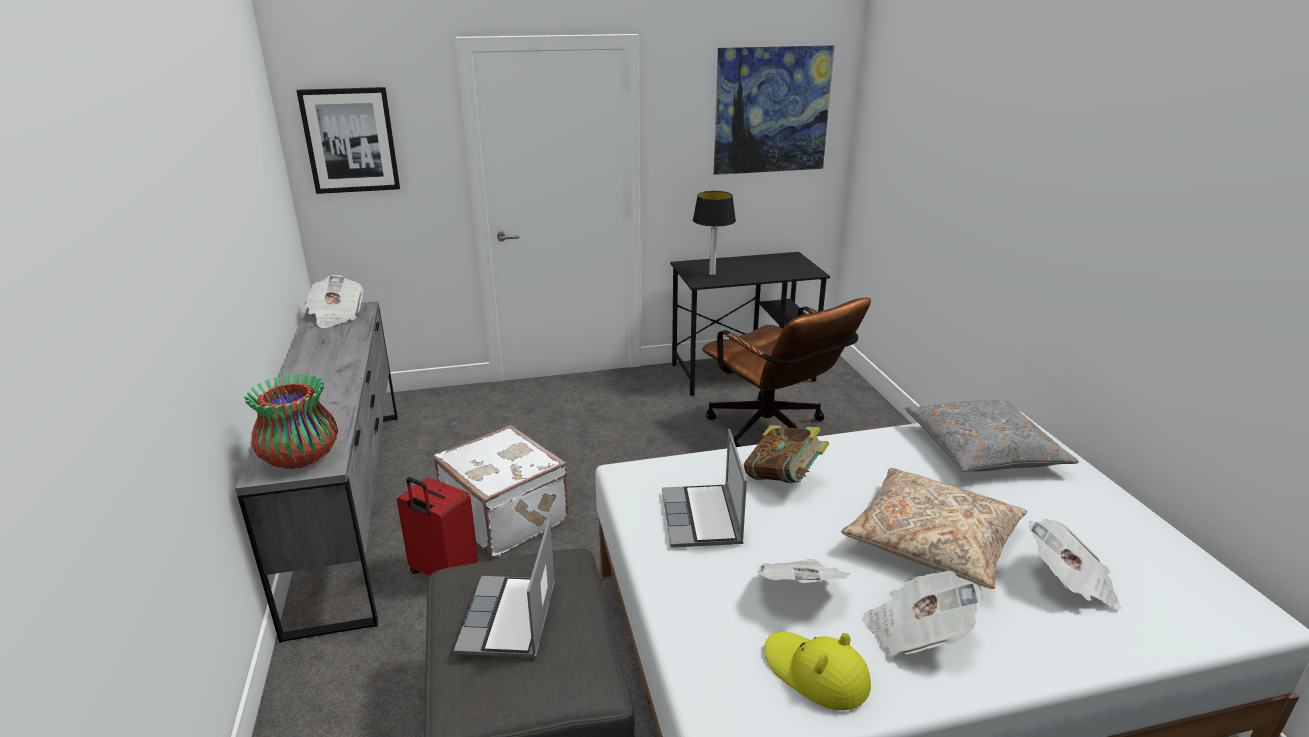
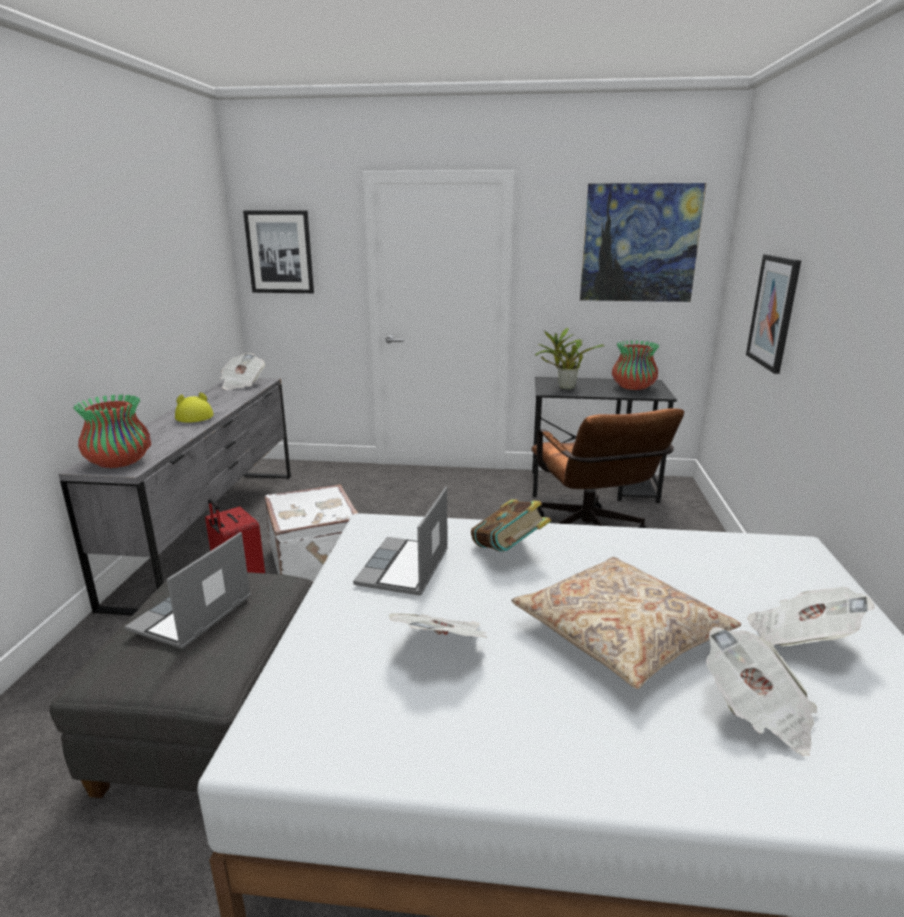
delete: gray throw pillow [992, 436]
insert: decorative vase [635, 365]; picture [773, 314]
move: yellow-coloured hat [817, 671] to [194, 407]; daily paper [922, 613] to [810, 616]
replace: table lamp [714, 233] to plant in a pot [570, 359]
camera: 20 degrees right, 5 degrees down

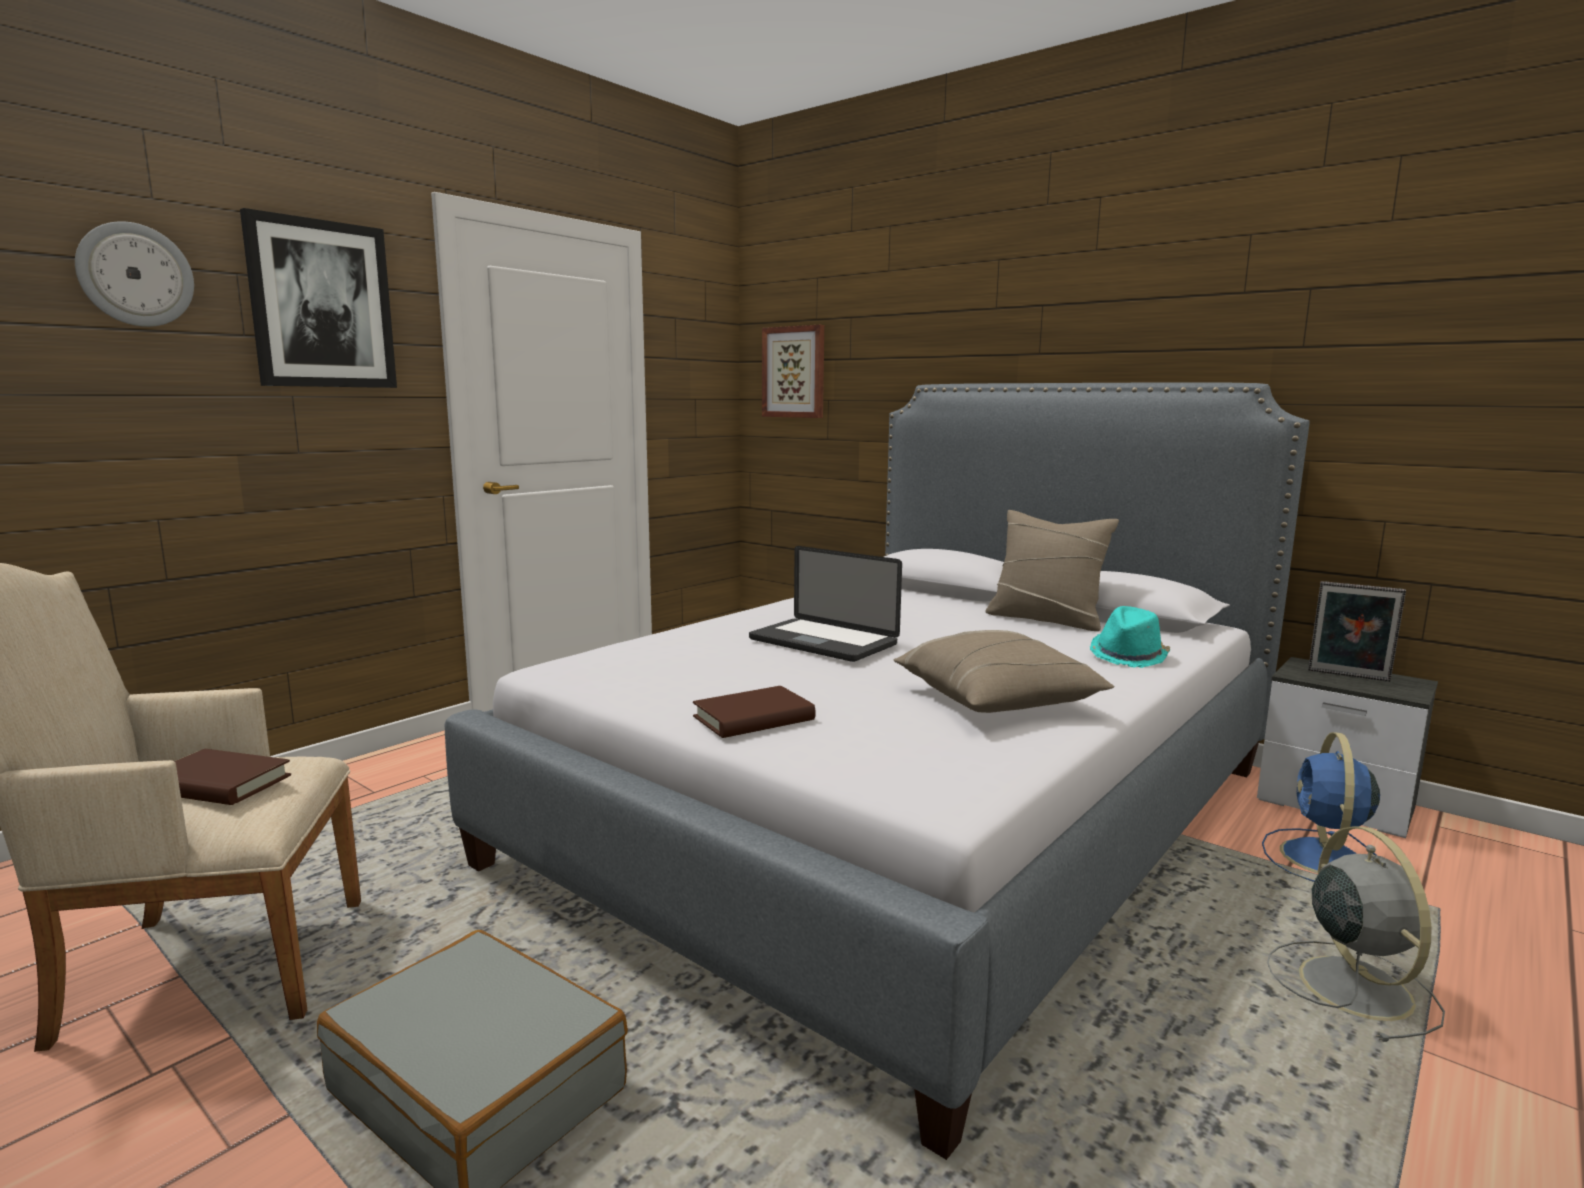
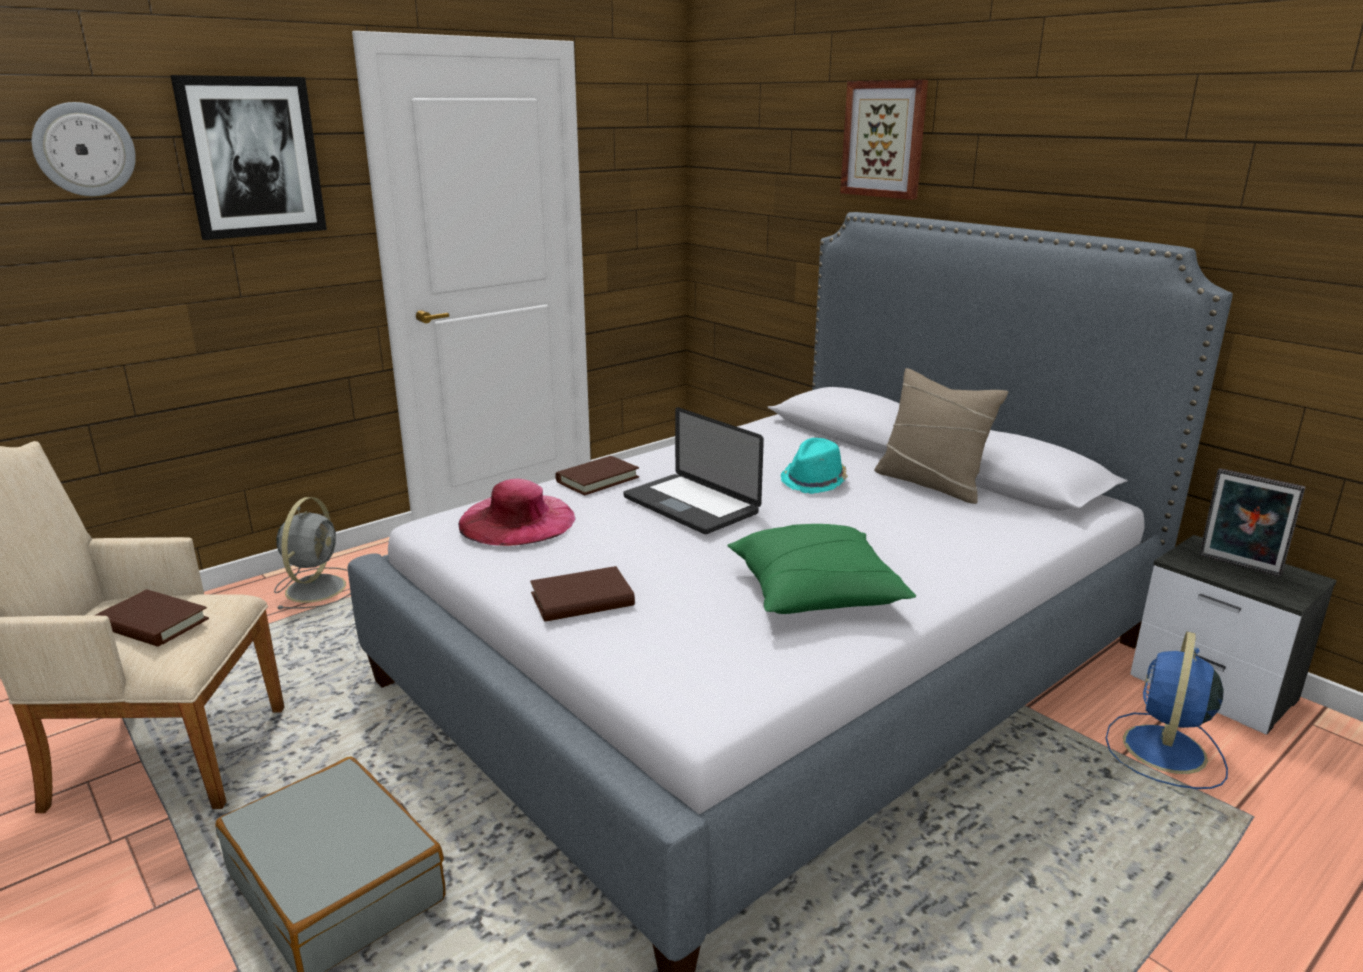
insert: pinkish hat [517, 512]; brown-coloured bound book [597, 475]
move: picture [793, 371] to [884, 140]; blue-green hat [1130, 637] to [814, 466]; gray cooling fan [1356, 934] to [312, 553]
recolor: sand-coloured throw pillow [1004, 671] to greenish throw pillow [821, 569]
camera: 10 degrees right, 10 degrees up

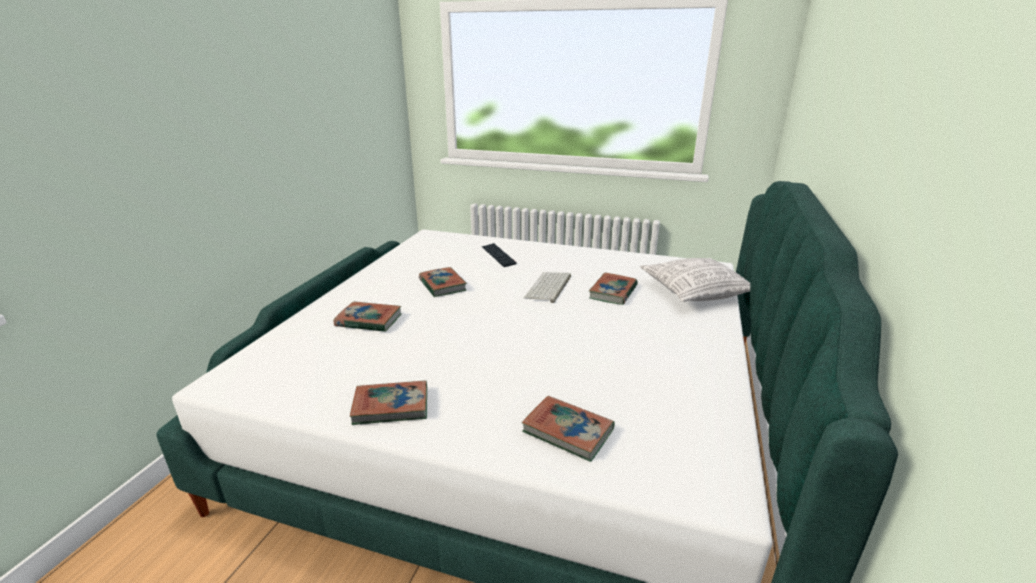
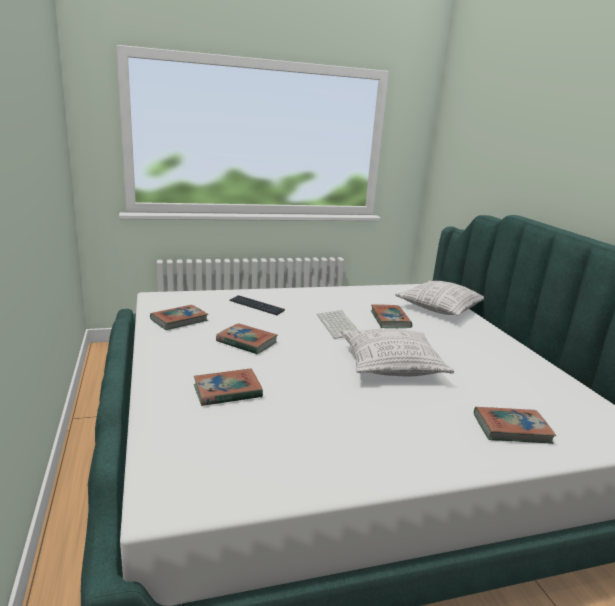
insert: throw pillow [397, 352]
move: bound book [388, 402] to [179, 317]
camera: 35 degrees left, 5 degrees down

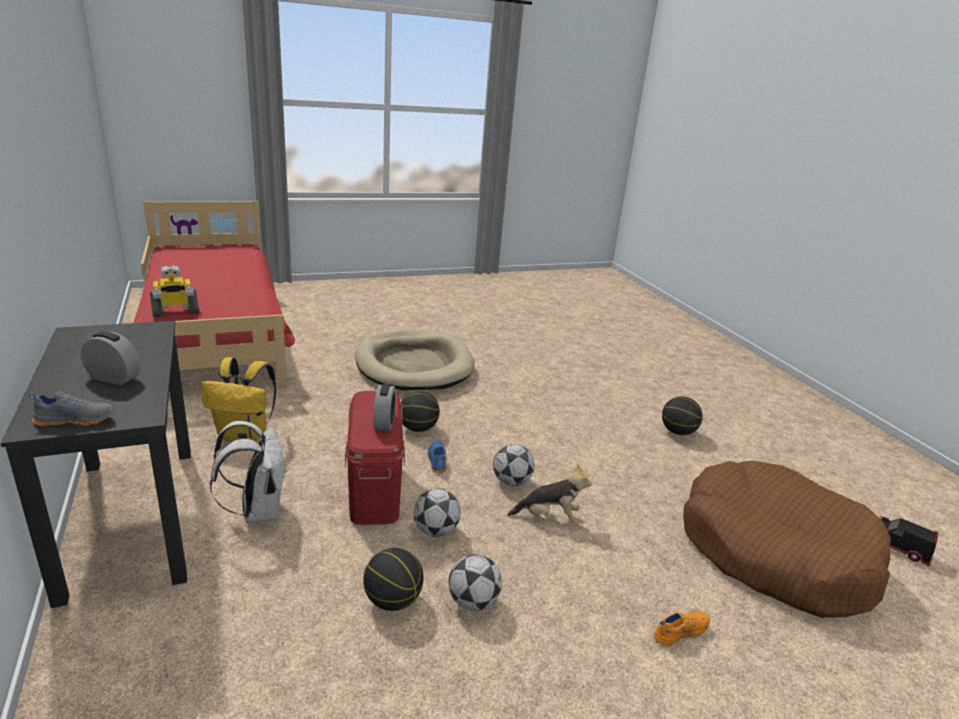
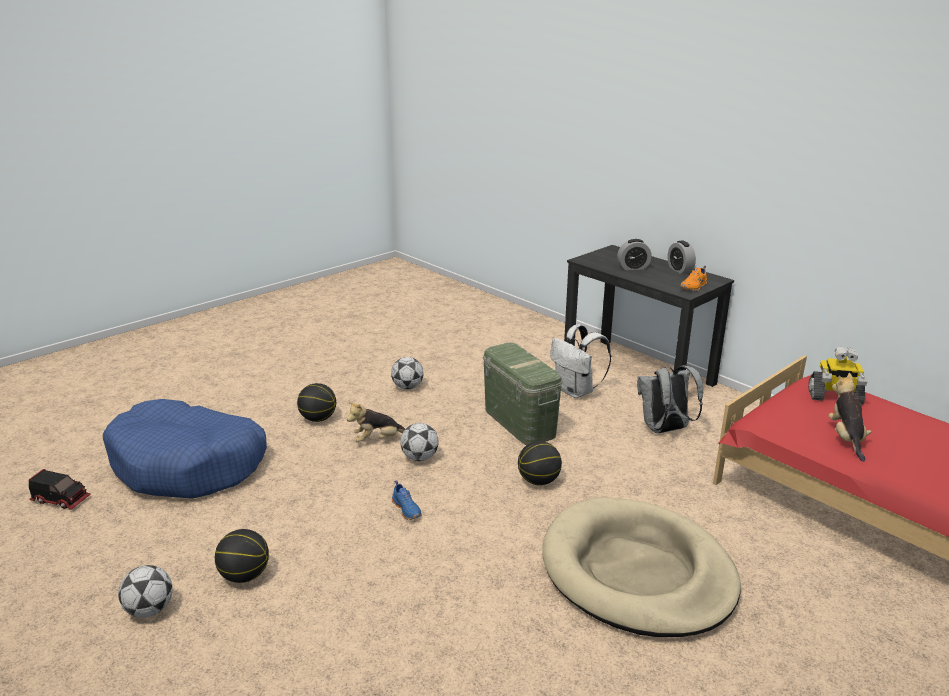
delete: gray item of footwear [71, 408]
insert: plush toy [849, 417]
move: ball for basketball [393, 579] to [316, 402]; bedside clock [384, 407] to [682, 257]; ball for football [437, 512] to [145, 591]; bluish item of footwear [436, 456] to [406, 500]; orangey item of footwear [682, 629] to [693, 278]
recolor: yellow-coloured rucksack [239, 399] to gray rucksack [670, 399]; red-coloured storage bin [375, 458] to greenish storage bin [523, 393]; brown-coloured dog bed [787, 539] to bluish dog bed [185, 449]
rotate: robot figure [174, 291] = [838, 375] 120 degrees counterclockwise
camera: 160 degrees right, 0 degrees up

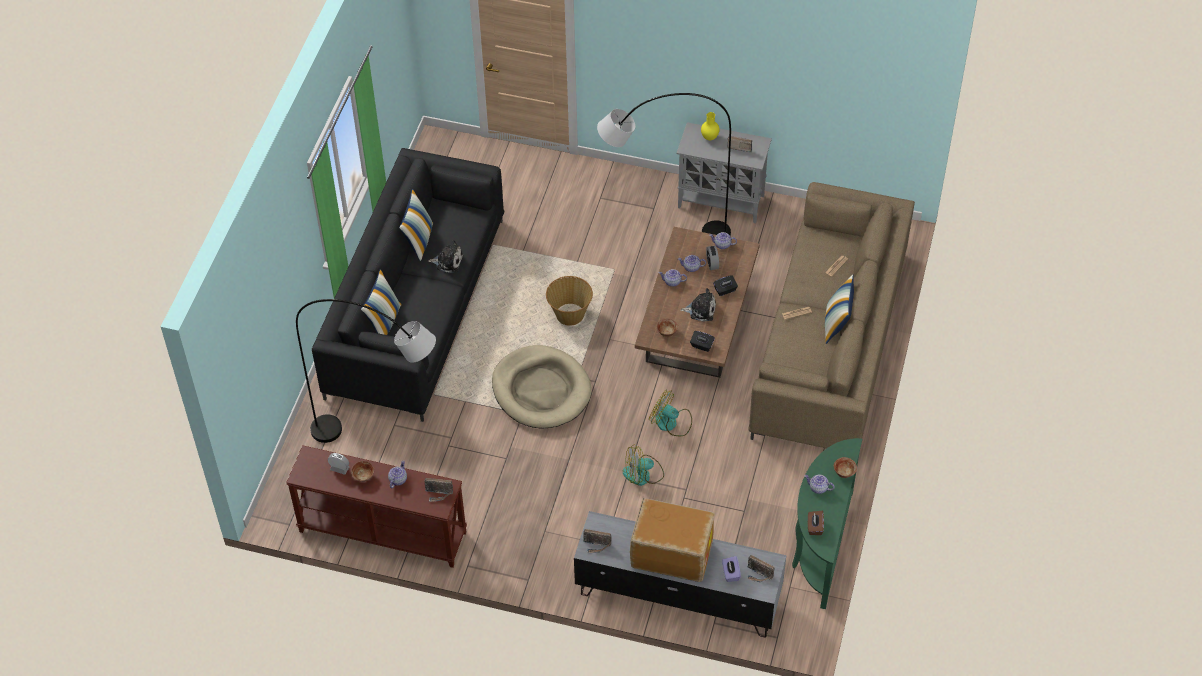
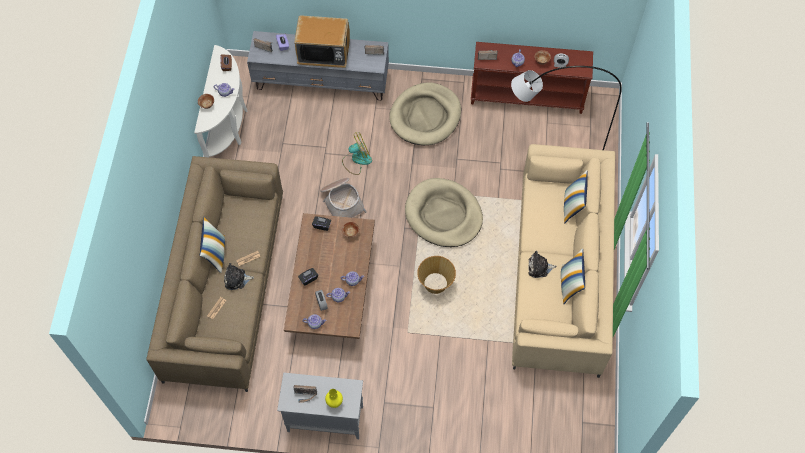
delete: gray standing lamp [664, 164]
insert: sand-coloured dog bed [425, 113]
move: plush toy [698, 305] to [239, 276]
replace: cooling fan [670, 413] to basket [343, 198]
recolor: black-coloured sofa [408, 285] to sand-coloured sofa [563, 261]; greenish narrow table [827, 523] to white narrow table [221, 101]
camera: 170 degrees right, 10 degrees up

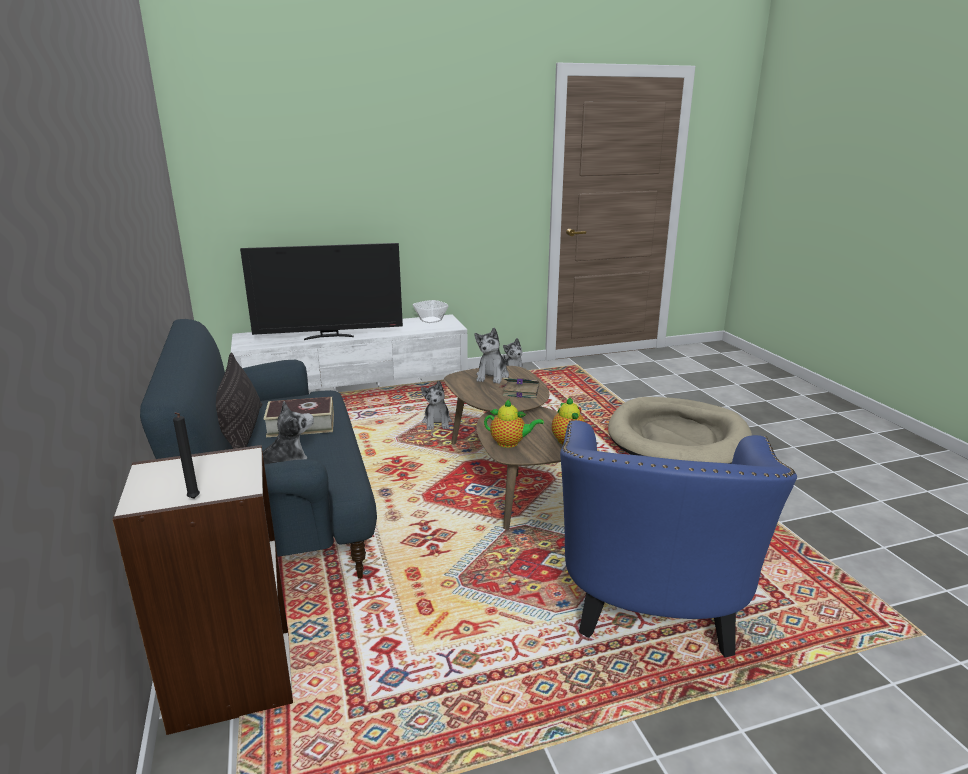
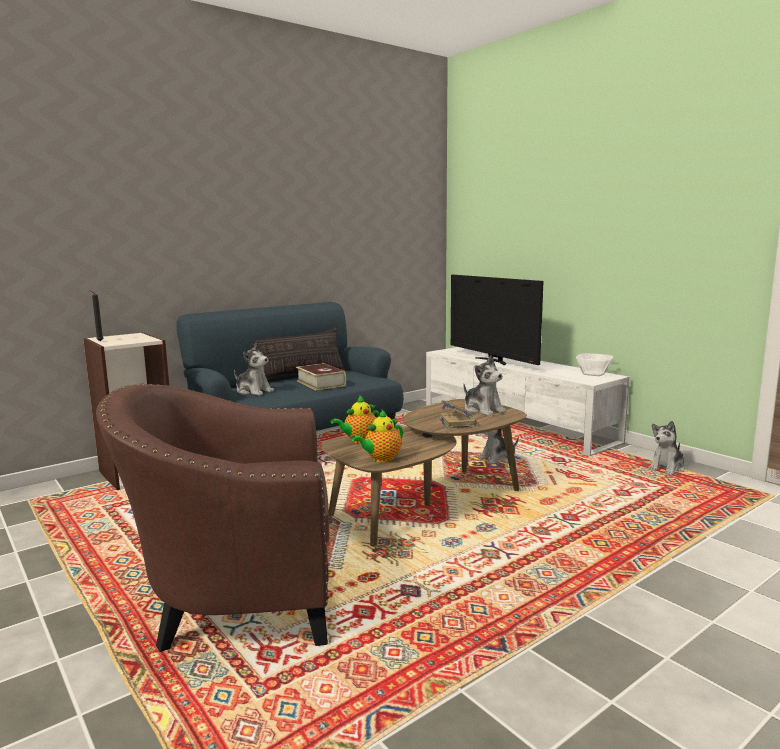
delete: sand-coloured dog bed [680, 430]
recolor: bluish armchair [678, 538] to brown-coloured armchair [212, 517]
rotate: plush toy [491, 356] = [484, 385] 120 degrees counterclockwise; teapot [514, 423] = [355, 419] 60 degrees clockwise
camera: 70 degrees right, 10 degrees down

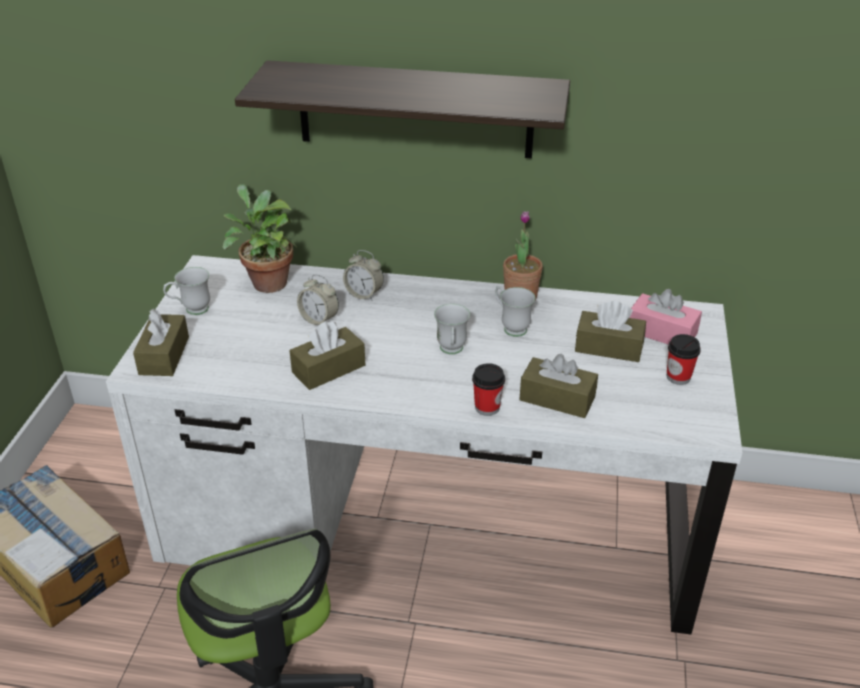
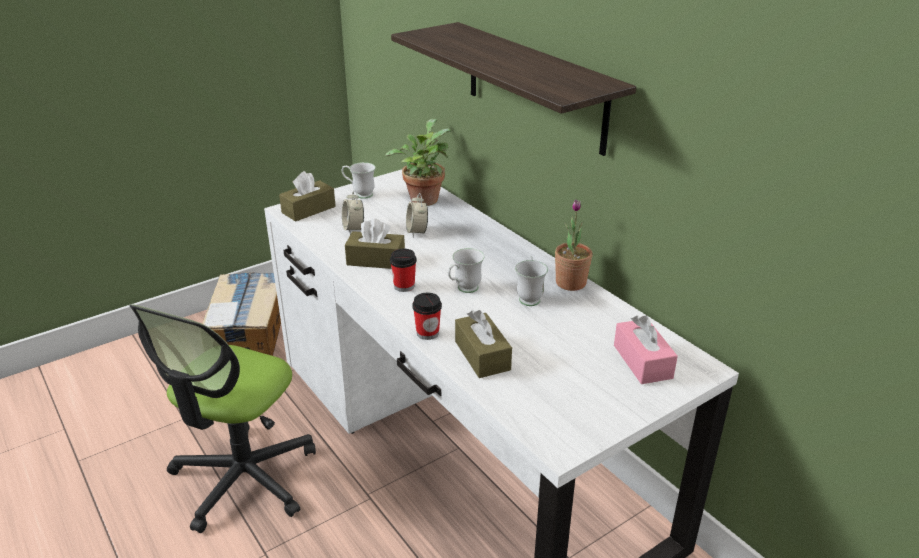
delete: brown-coloured tissue box [610, 331]
move: bedside clock [363, 275] to [353, 212]; small cup [684, 359] to [403, 270]
camera: 45 degrees right, 5 degrees down

